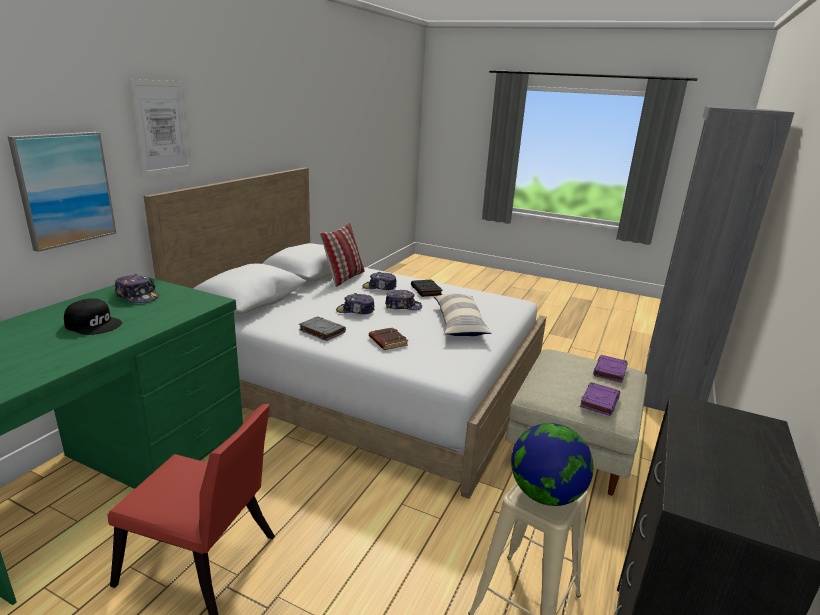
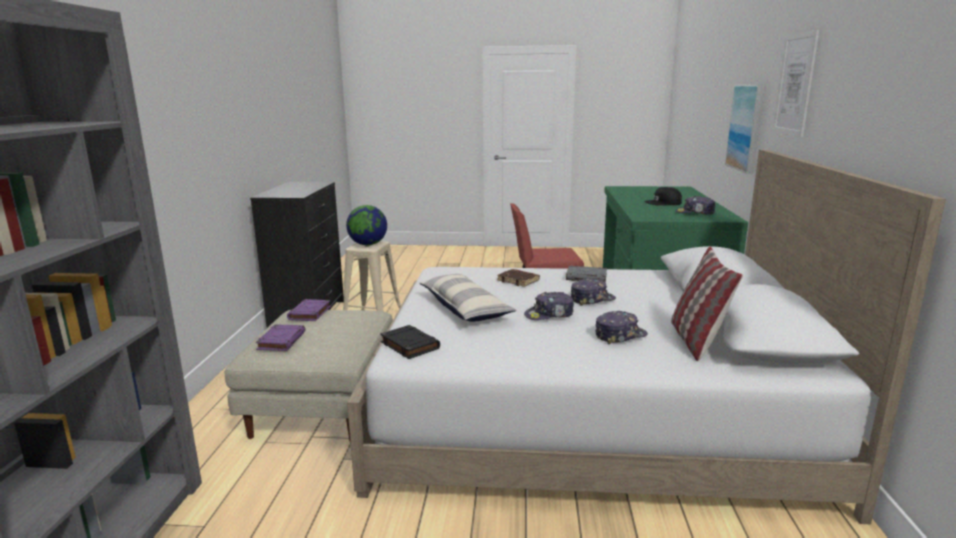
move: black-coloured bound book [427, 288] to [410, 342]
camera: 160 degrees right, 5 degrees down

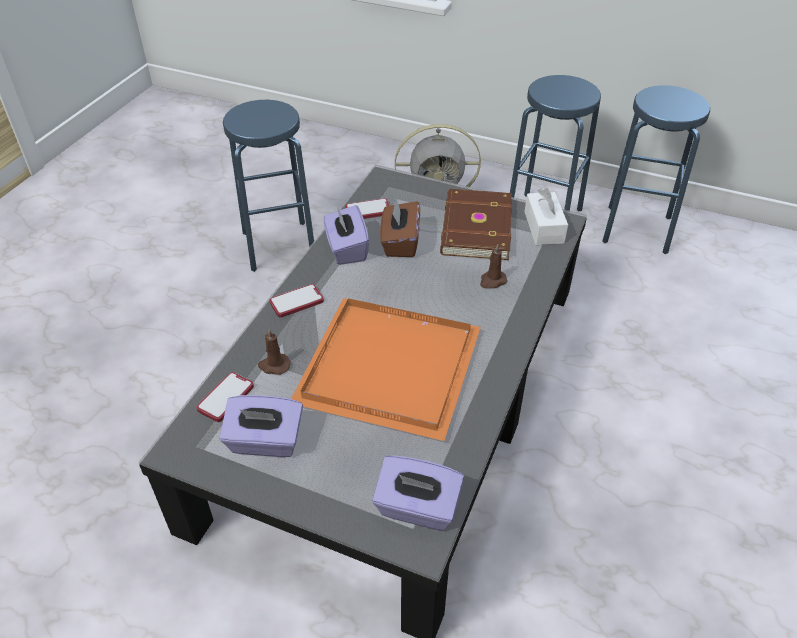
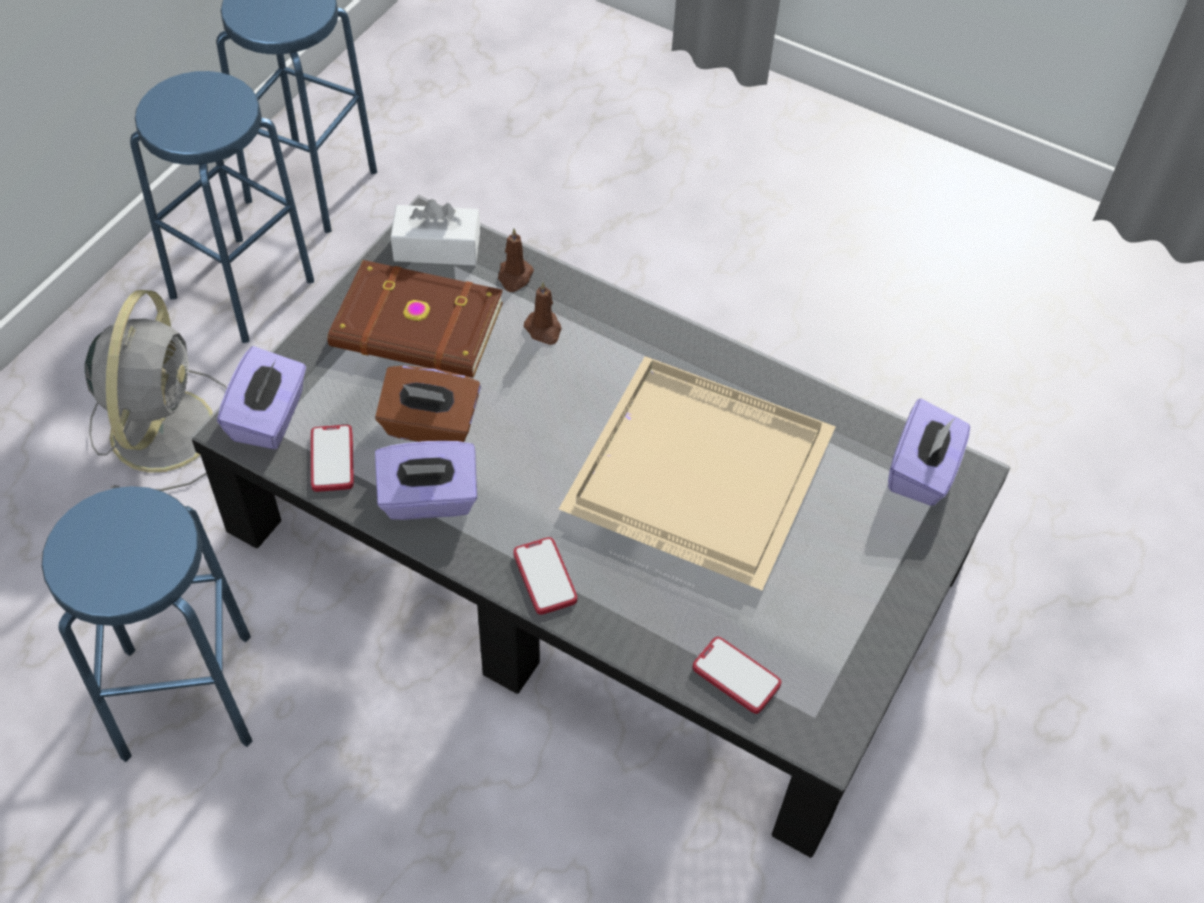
move: purplish tissue box [261, 426] to [261, 397]; brown-coloured wax candle [274, 351] to [516, 260]
recolor: orangey serving tray [386, 369] to sand-coloured serving tray [697, 473]
camera: 85 degrees left, 10 degrees up

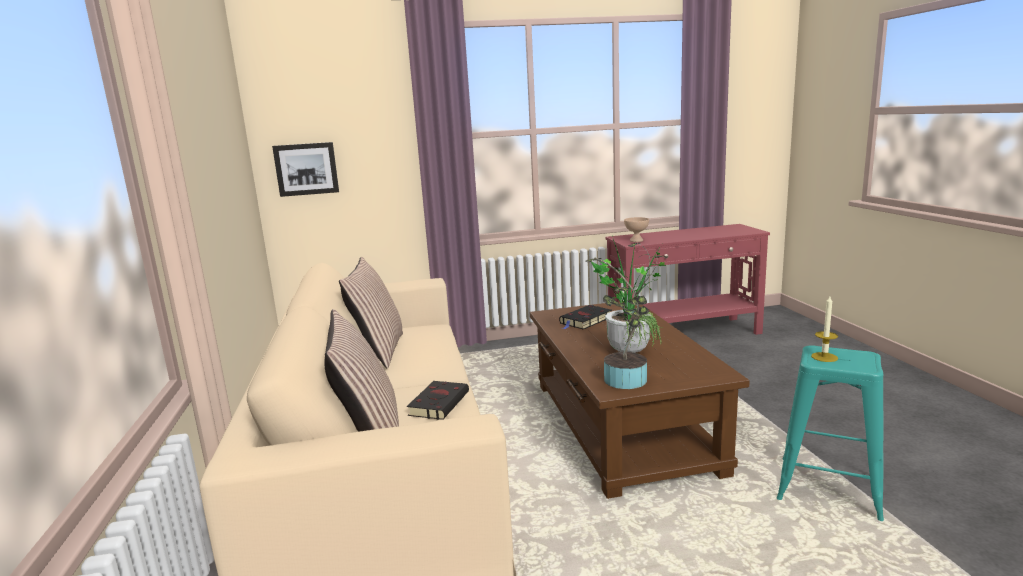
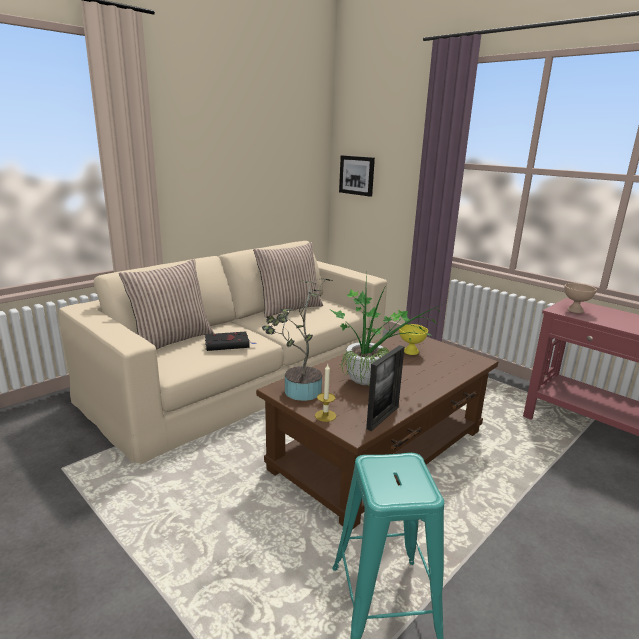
insert: standing frame [385, 388]
move: wax candle [824, 329] to [325, 393]
replace: black-coloured bound book [585, 317] to yellow-coloured deep dish [413, 339]
camera: 55 degrees right, 5 degrees up

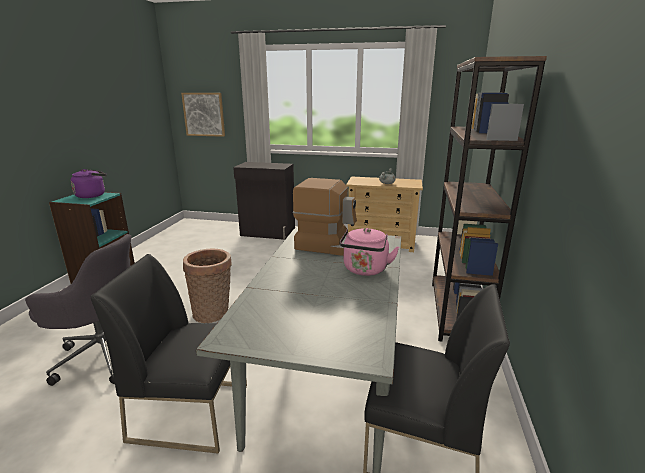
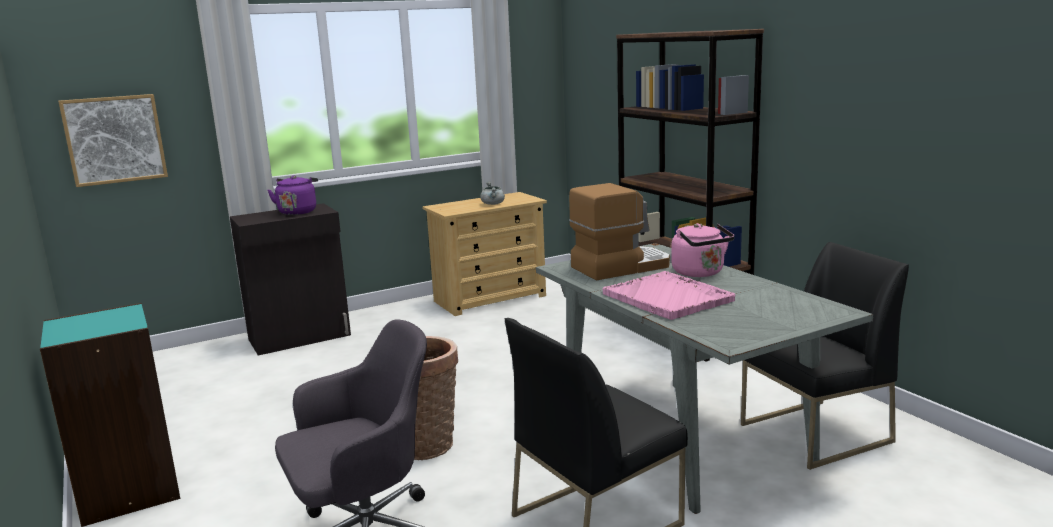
insert: pinkish serving tray [668, 295]
move: purplish tea kettle [89, 183] to [292, 195]
camera: 40 degrees left, 5 degrees down

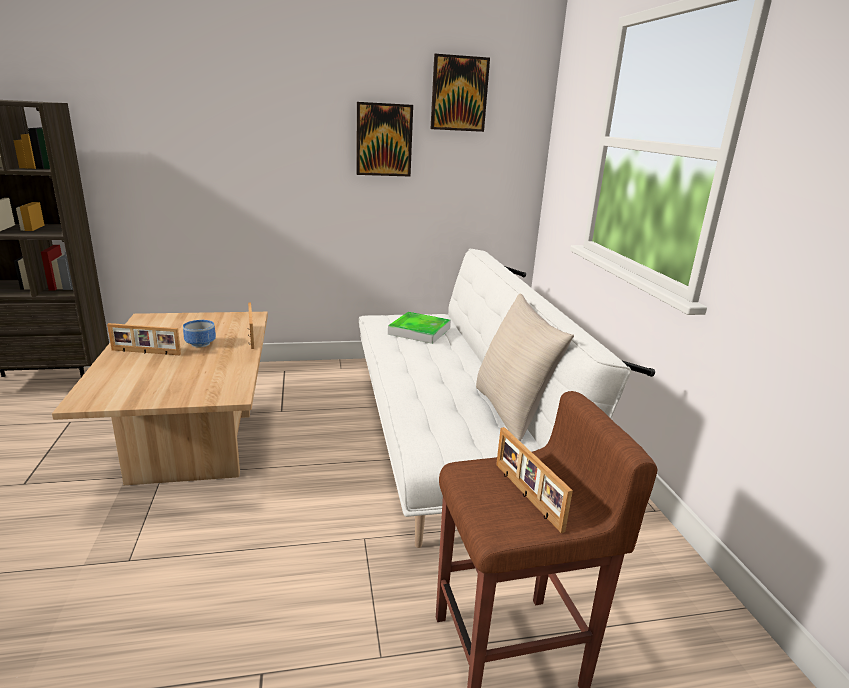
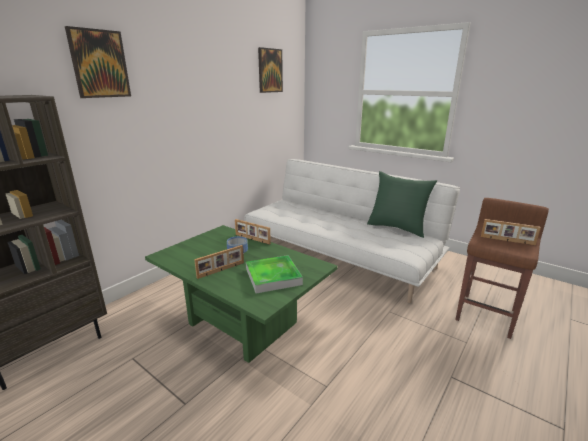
move: picture [384, 139] to [98, 62]; serving tray [419, 328] to [274, 274]
recolor: sand-coloured lounge table [160, 398] to greenish lounge table [241, 294]; sand-coloured throw pillow [525, 368] to greenish throw pillow [402, 204]
camera: 40 degrees left, 0 degrees up

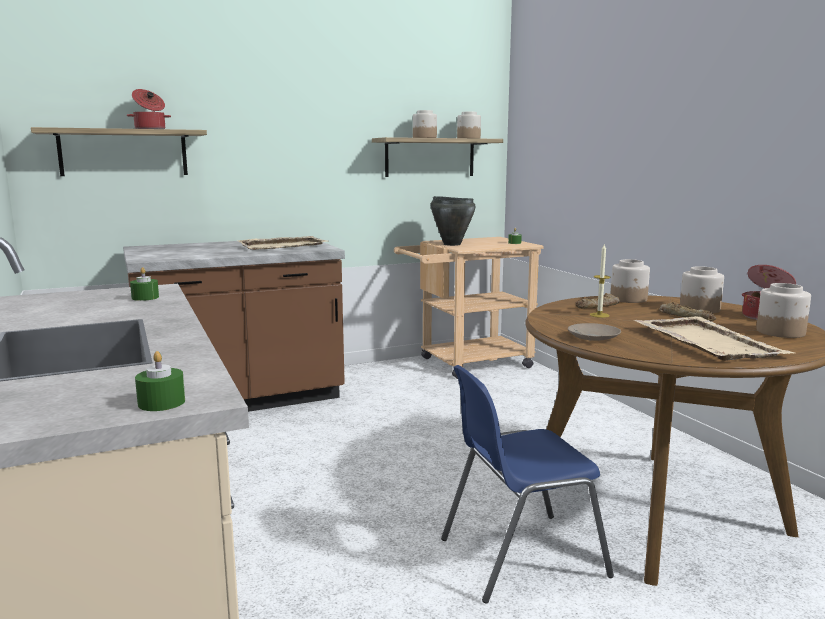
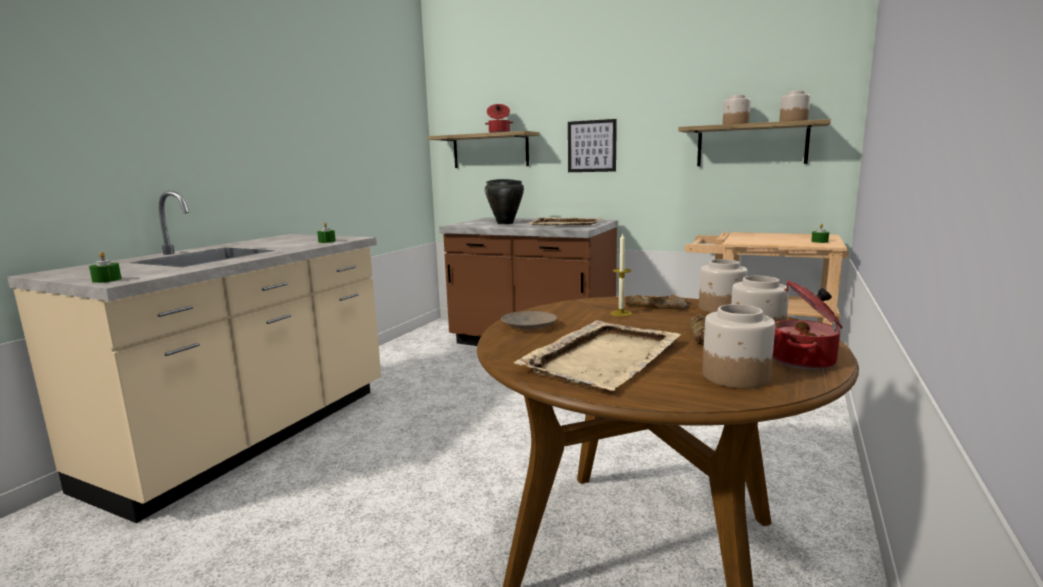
delete: bluish upright chair [527, 484]
insert: picture [592, 145]
move: black-coloured cooking pot [453, 221] to [504, 201]
camera: 50 degrees right, 0 degrees up

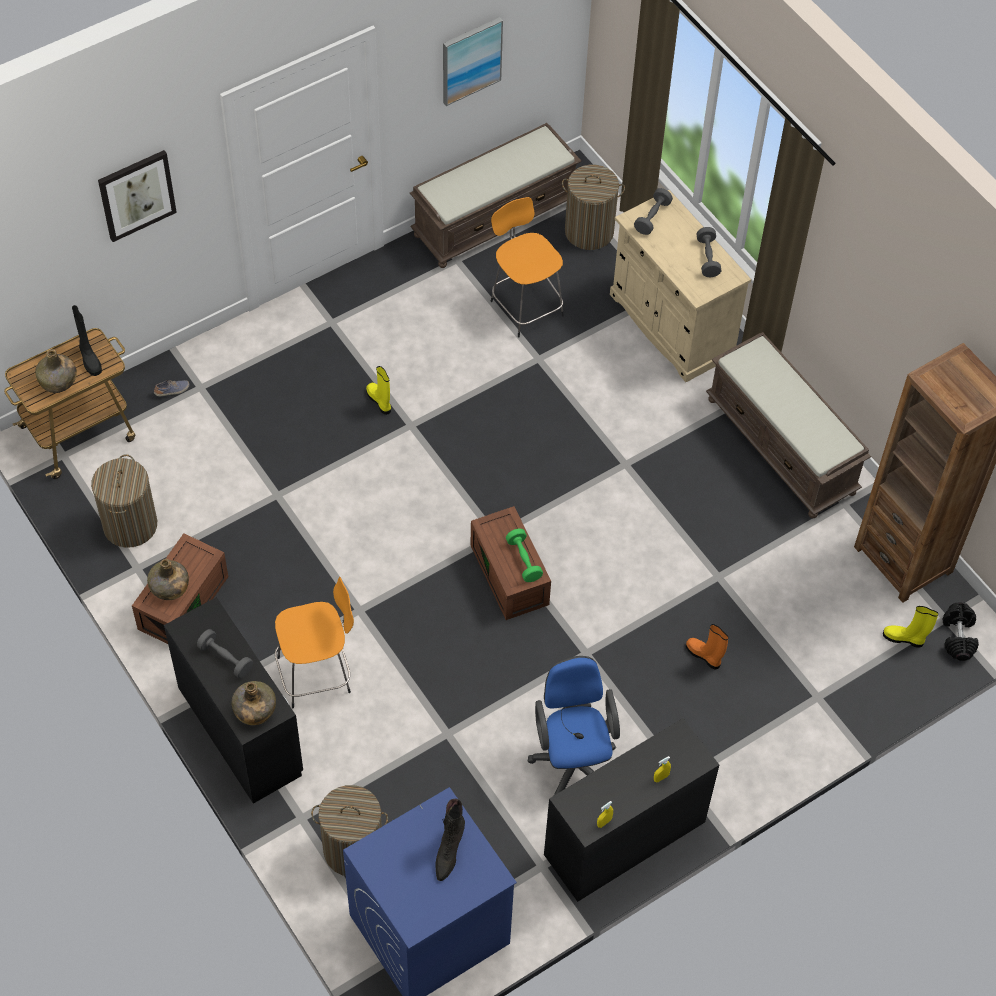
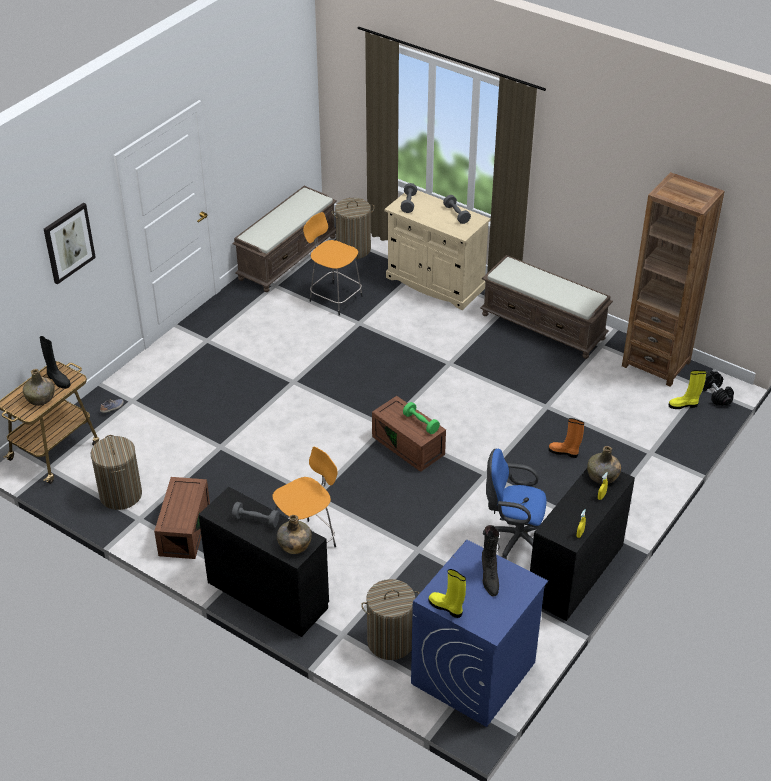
delete: picture [473, 61]
move: greenish drink bottle [168, 579] to [604, 465]; yellow-coloured tall boot [378, 390] to [447, 593]
rotate: bluish office chair [574, 725] = [515, 504] 45 degrees counterclockwise
camera: 20 degrees left, 15 degrees down

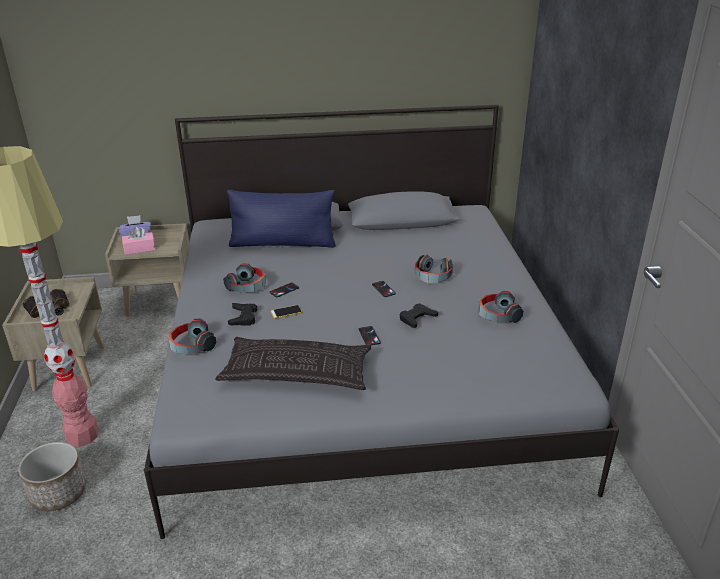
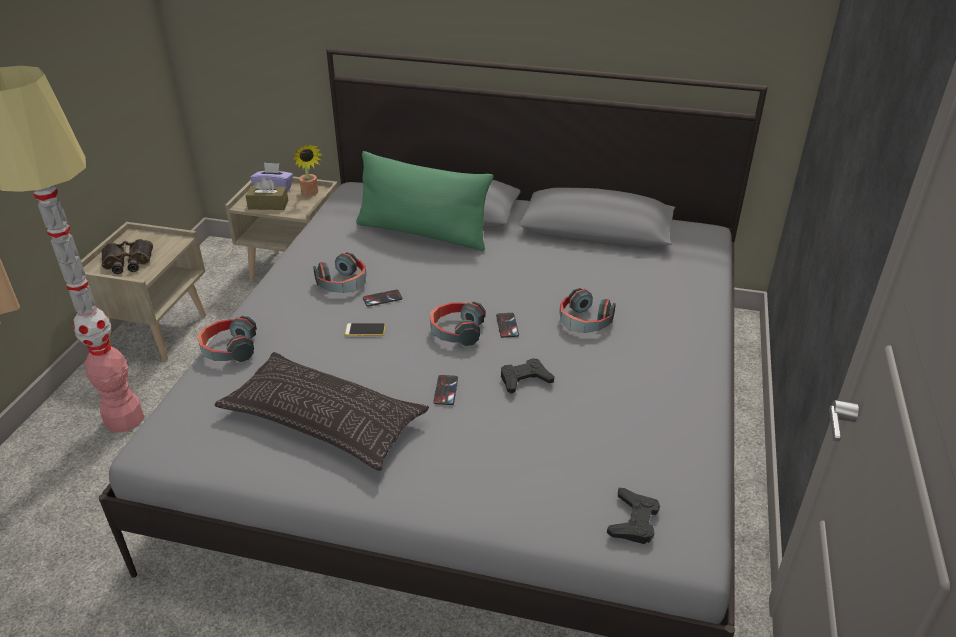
delete: plant pot [52, 476]
insert: plant in a pot [307, 170]
move: black-coloured gamepad [242, 314] to [633, 516]; headset [501, 307] to [458, 323]
recolor: pinkish tissue box [138, 241] to brown-coloured tissue box [266, 193]; bluish throw pillow [281, 219] to greenish throw pillow [424, 201]
camera: 20 degrees right, 5 degrees up

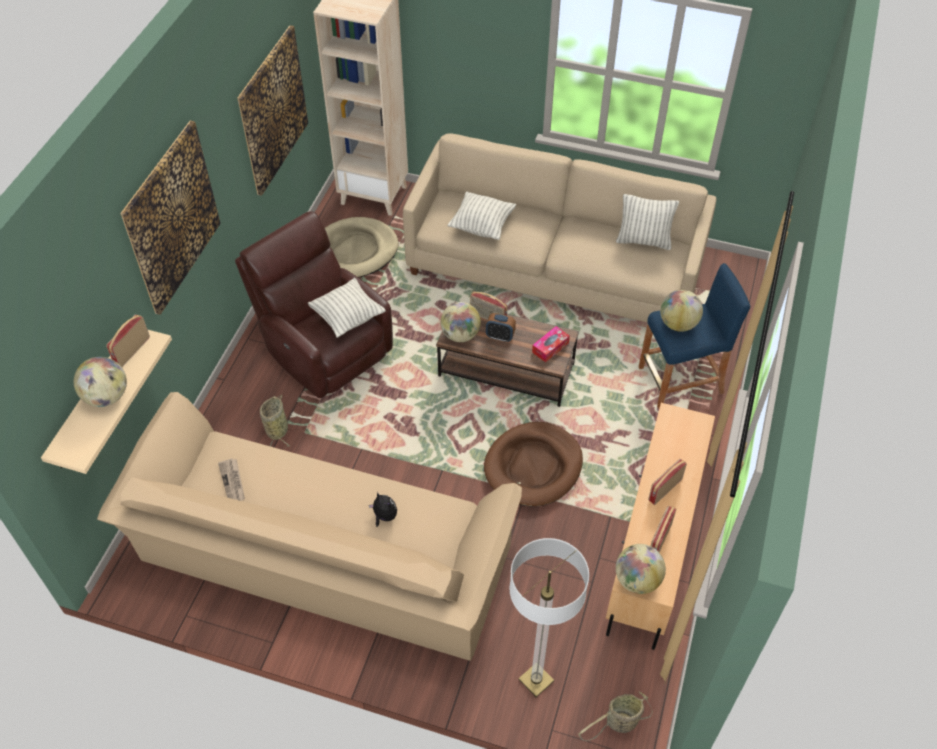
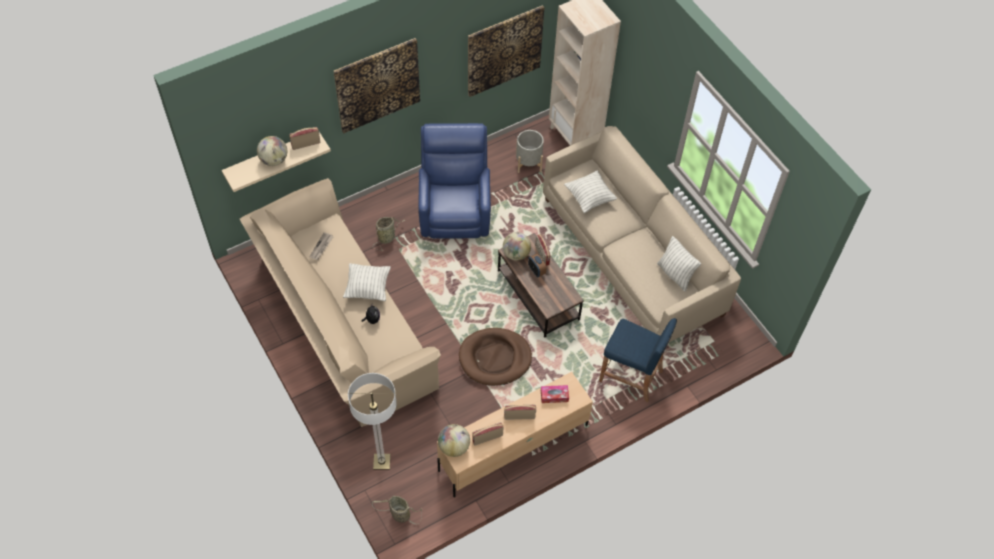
delete: world globe [681, 311]
move: throw pillow [347, 308] to [367, 282]; tissue box [551, 344] to [555, 394]
replace: sand-coloured dog bed [361, 247] to gray plant pot [530, 151]
recolor: brown-coloured armchair [314, 304] to bluish armchair [454, 181]
camera: 40 degrees right, 5 degrees up

